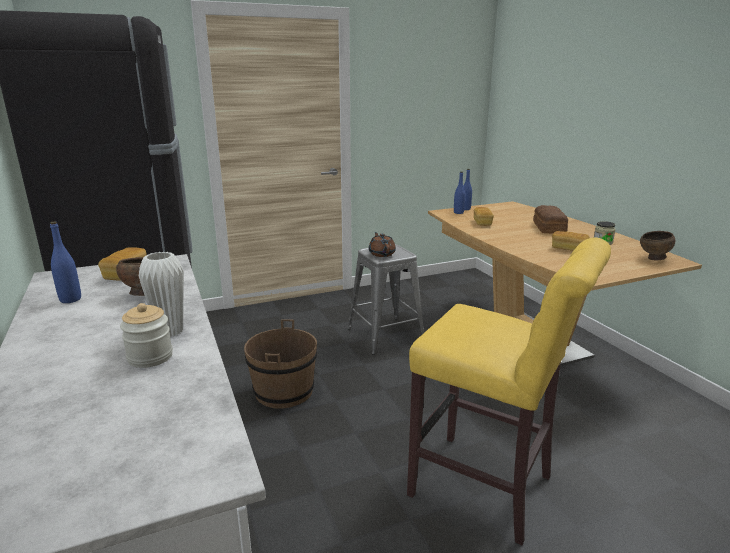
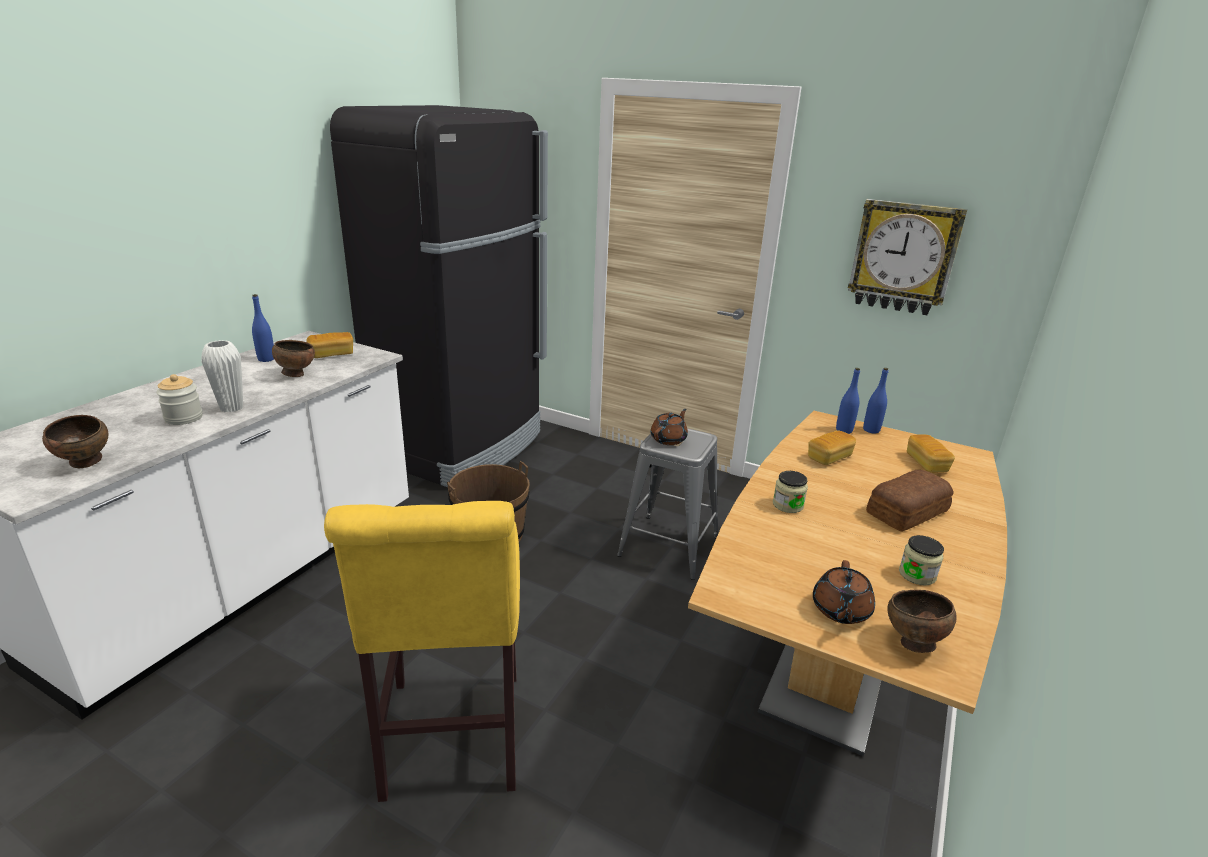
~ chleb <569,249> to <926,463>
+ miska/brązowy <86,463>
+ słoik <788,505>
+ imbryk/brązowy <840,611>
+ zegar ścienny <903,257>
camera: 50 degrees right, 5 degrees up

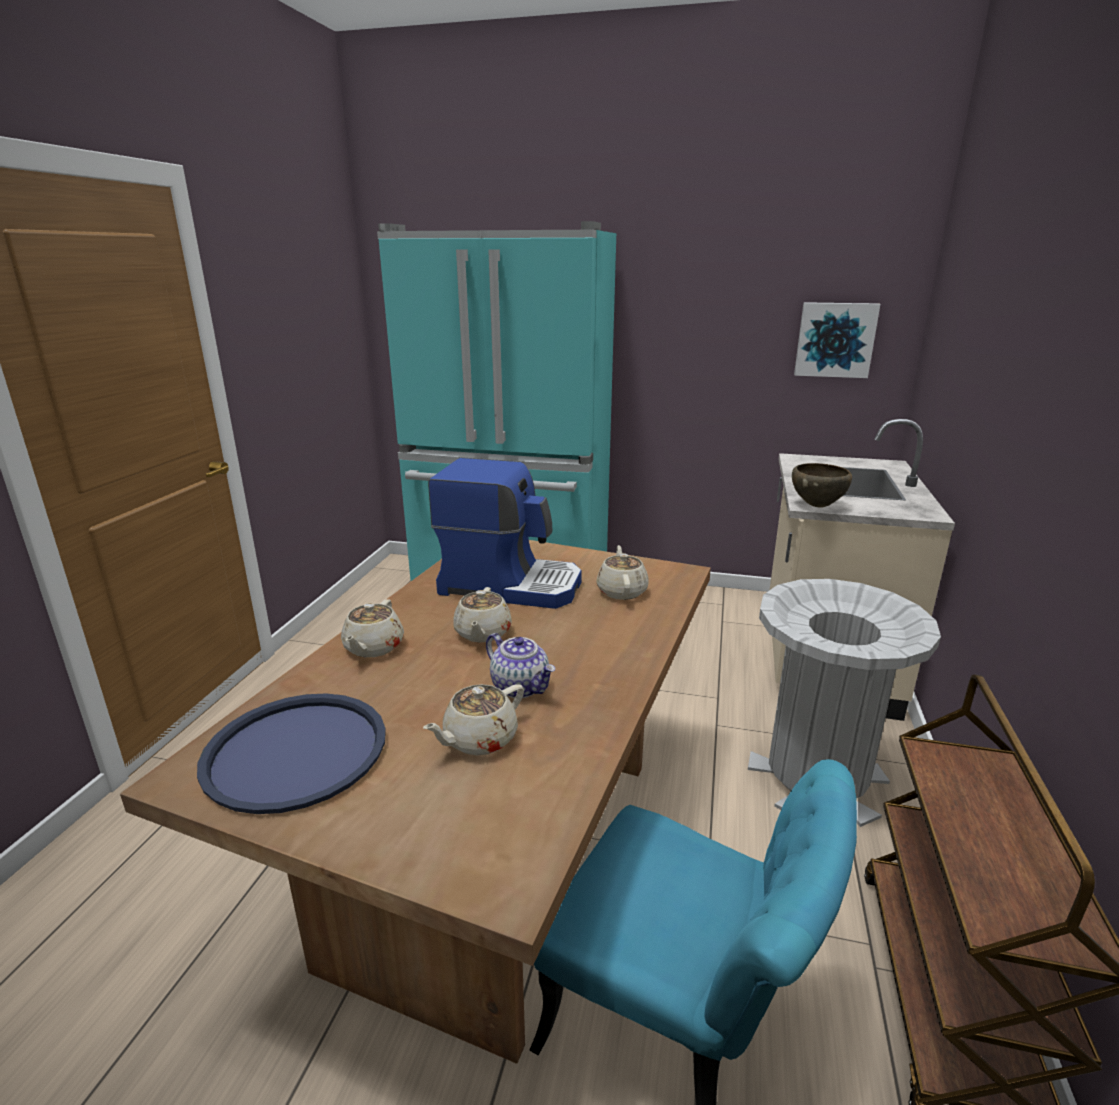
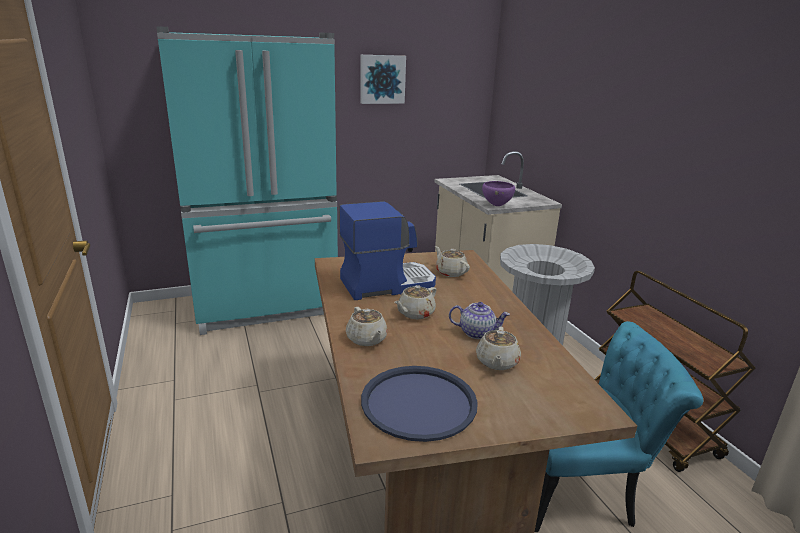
~ imbryk/beżowy <482,633> = <415,313> 75 degrees clockwise
~ miska/brązowy <817,506> to miska/fioletowy <497,205>
~ obraz <835,340> to <382,79>
camera: 35 degrees left, 0 degrees up

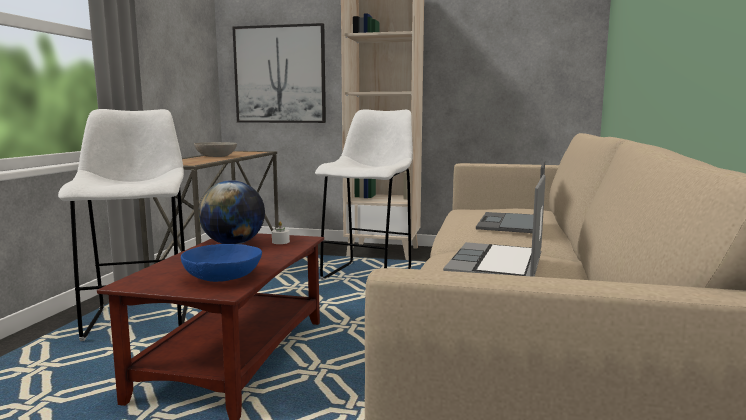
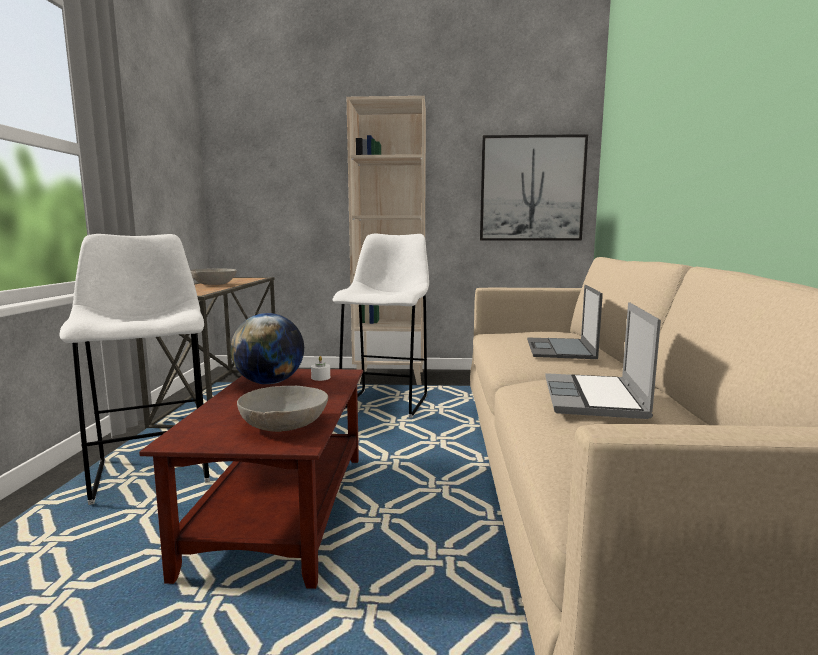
~ miska/niebieski <223,277> to miska/szary <285,425>
~ obraz <280,74> to <532,189>
camera: 10 degrees left, 0 degrees up

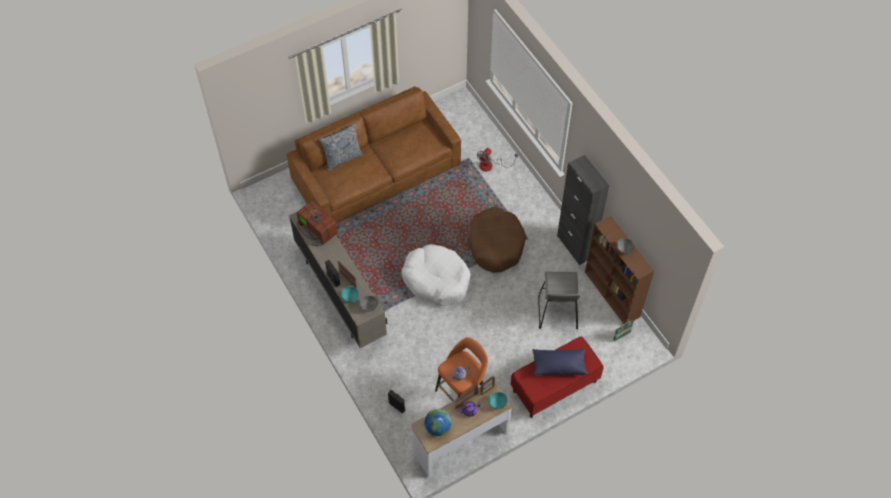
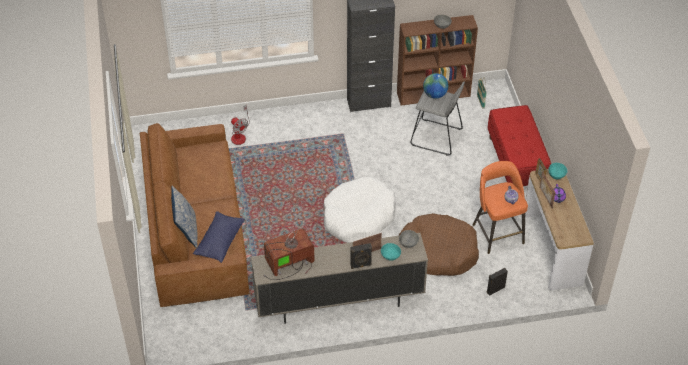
~ globus <437,427> to <435,95>
~ legowisko/brązowy <495,244> to <438,252>
~ poduszka/niebieski <559,365> to <219,241>
camera: 70 degrees left, 10 degrees down

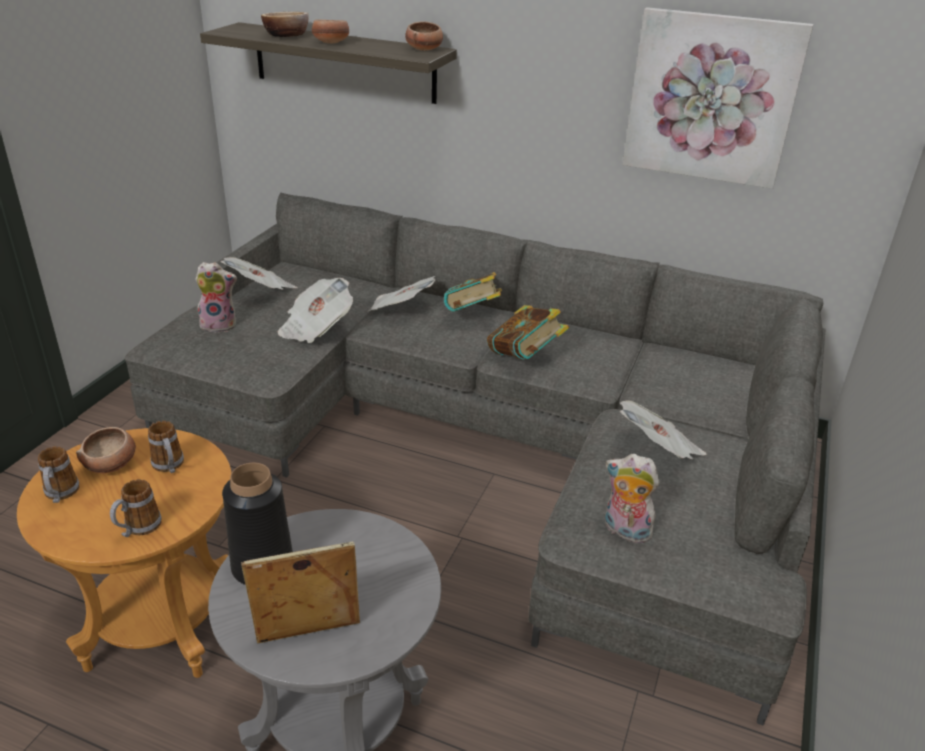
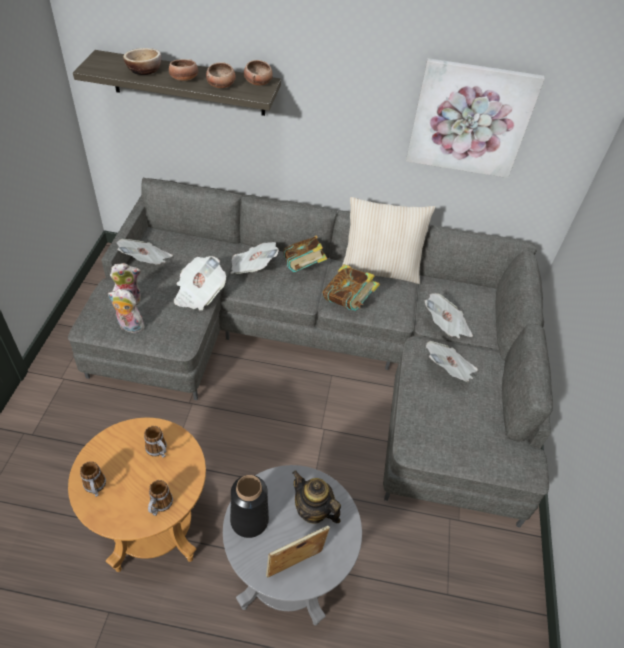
~ miska <112,464> to <221,85>
~ pluszak <624,531> to <129,327>
+ imbryk <313,510>
+ poduszka/beżowy <379,269>
+ gazeta <446,326>
camera: 15 degrees left, 15 degrees up

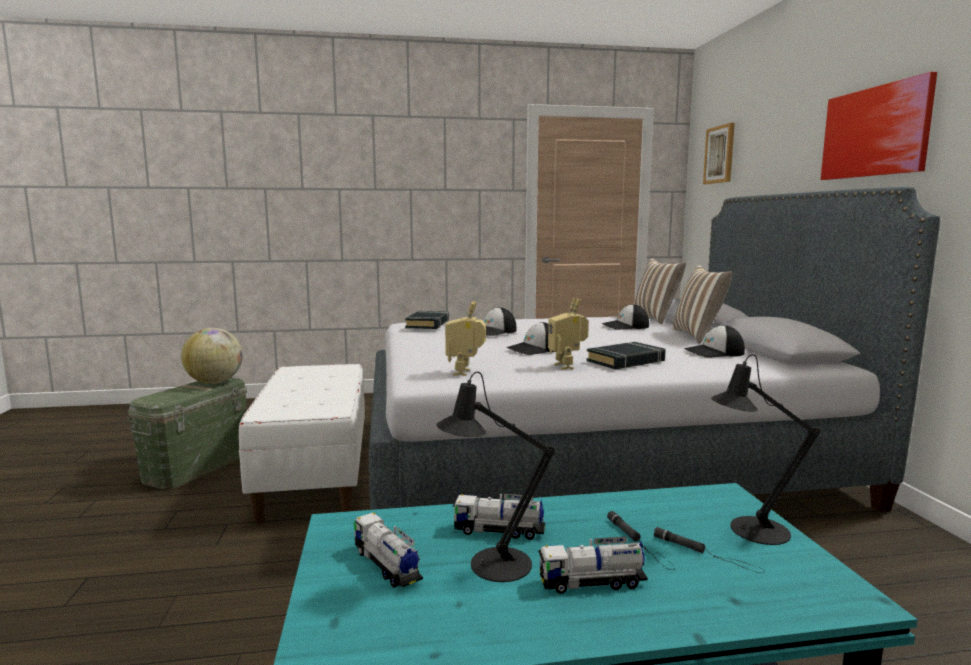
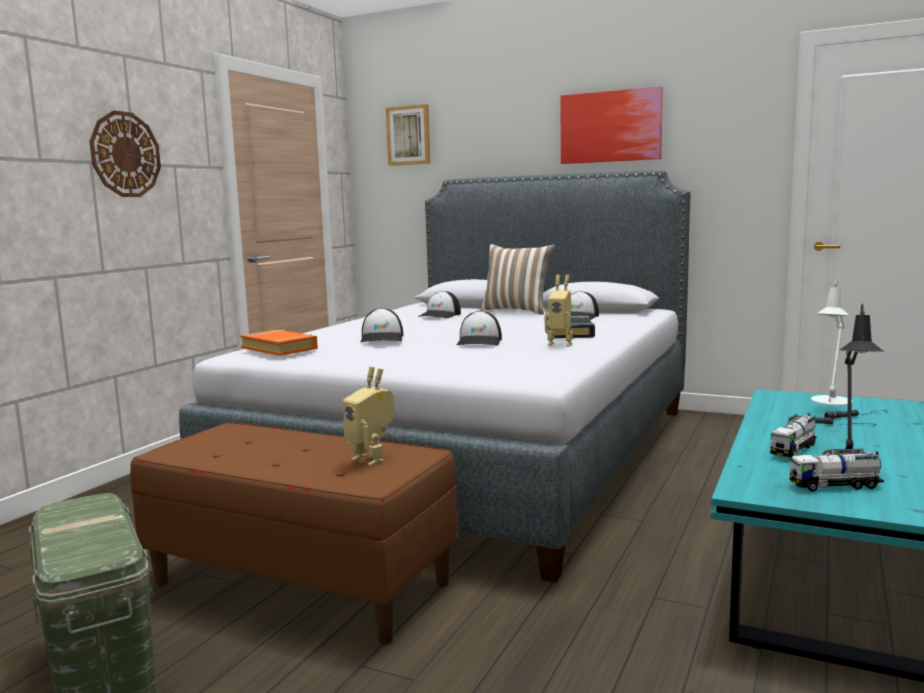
- globus <214,382>
~ ławka/biały <316,475> to ławka/brązowy <301,583>
~ książka/czarny <428,324> to książka/pomarańczowy <279,348>
~ robot zabawkowy <466,372> to <372,459>
- ciężarówka zabawkowa <592,583>
- poduszka <656,318>
~ lampa stołowa/czarny <751,530> to lampa stołowa/biały <830,401>
+ zegar ścienny <125,154>
camera: 55 degrees left, 0 degrees up

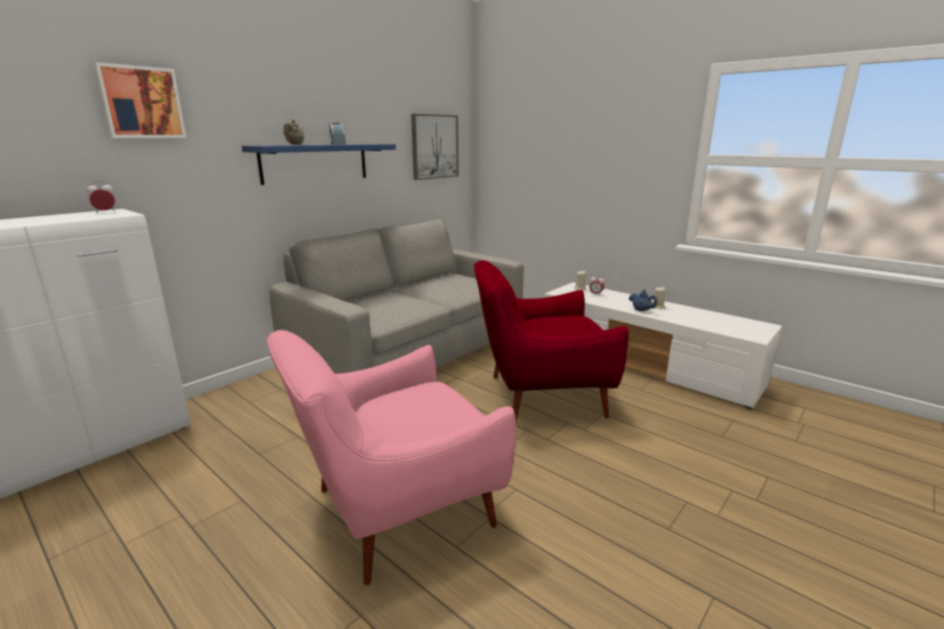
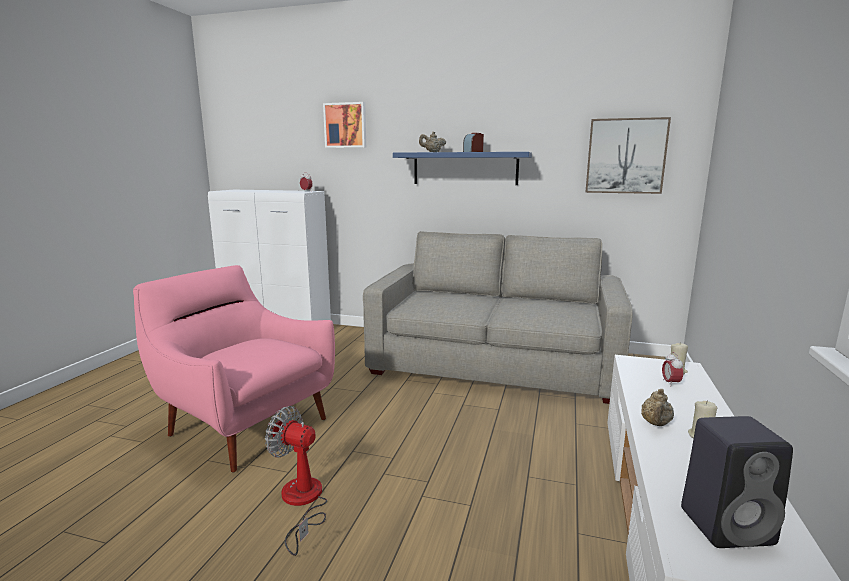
- fotel/czerwony <539,396>
~ imbryk/niebieski <642,310> to imbryk/beżowy <655,424>
+ wentylator <302,502>
+ głośnik/czarny <728,525>
camera: 65 degrees right, 5 degrees down

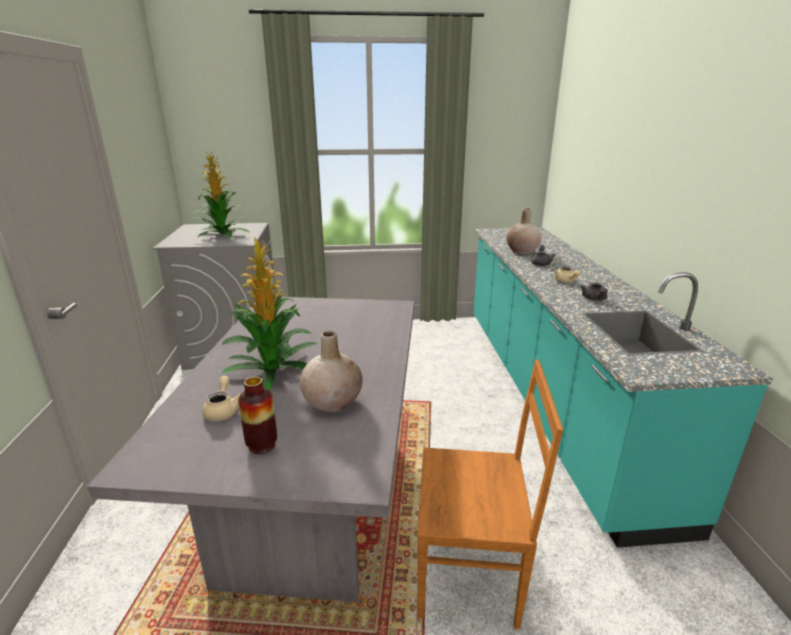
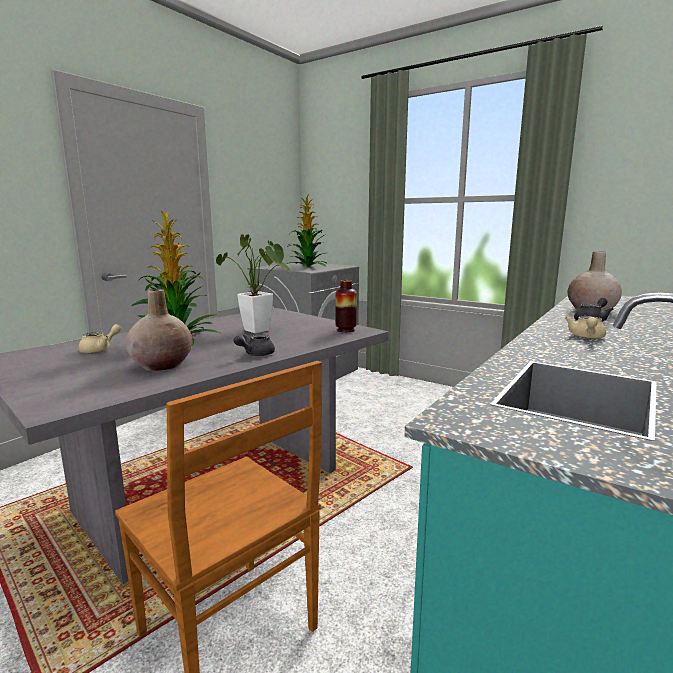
~ wazon <262,445> to <345,330>
~ imbryk/szary <594,299> to <255,354>
+ roślina doniczkowa <260,331>
camera: 40 degrees right, 10 degrees down

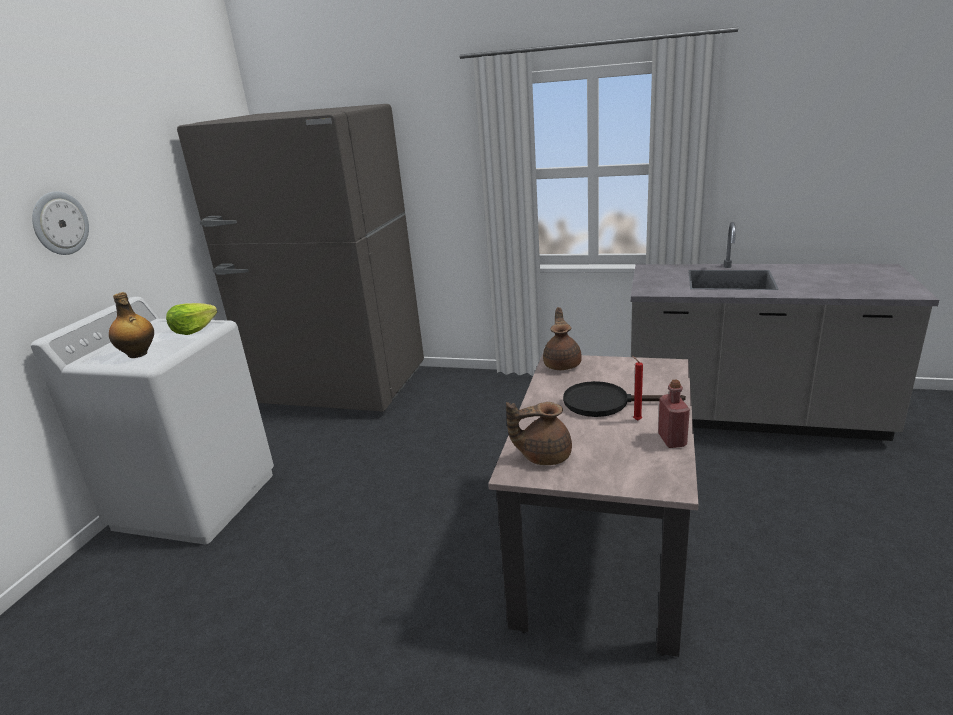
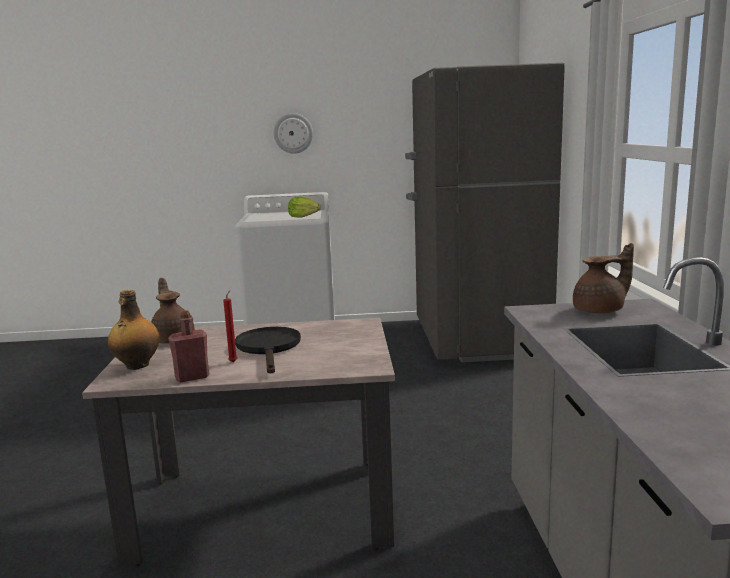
~ butelka <138,354> to <137,366>
~ imbryk/brązowy <562,364> to <600,311>
camera: 70 degrees right, 10 degrees down

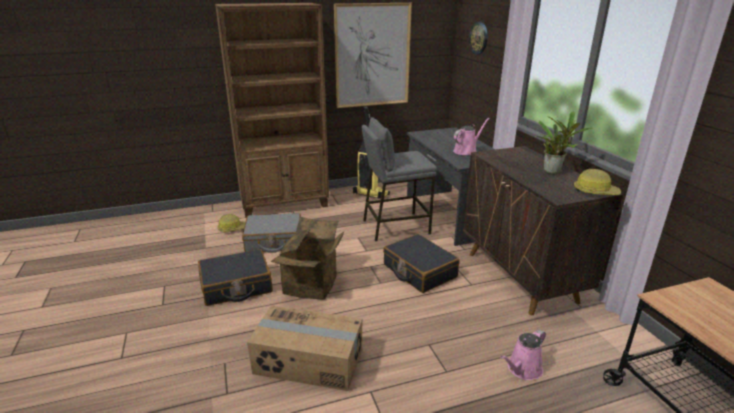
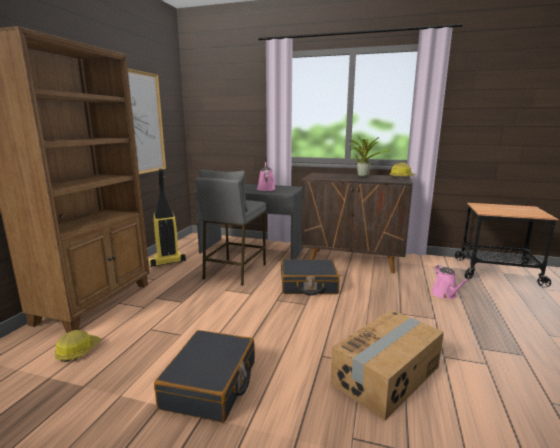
- walizka/szary <274,241>
- karton <312,285>
- zegar ścienny <479,38>
camera: 55 degrees left, 10 degrees down

